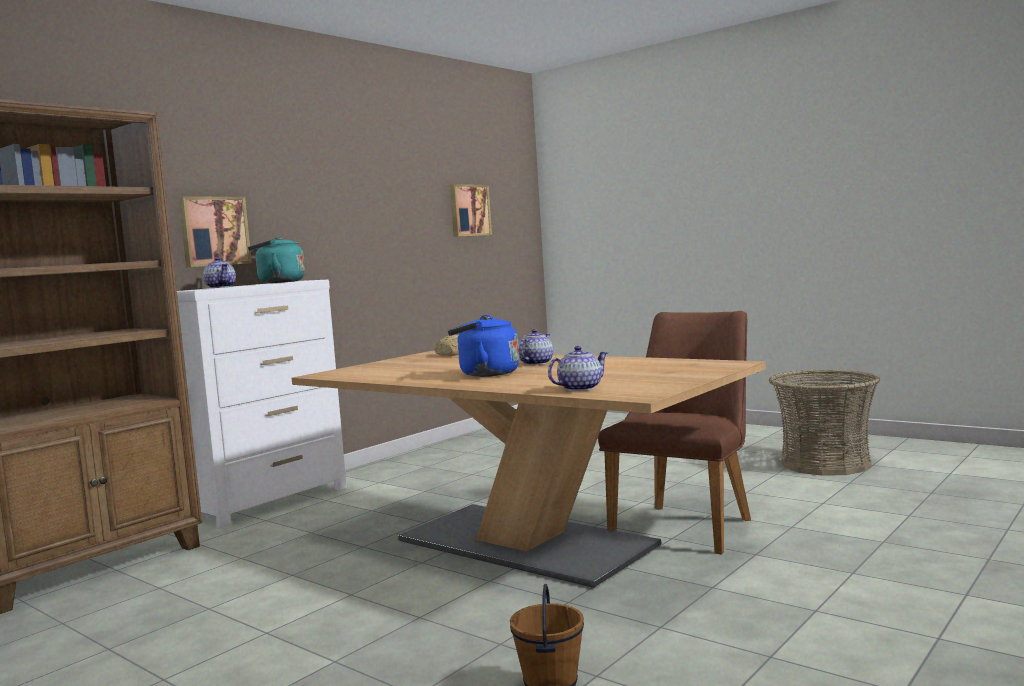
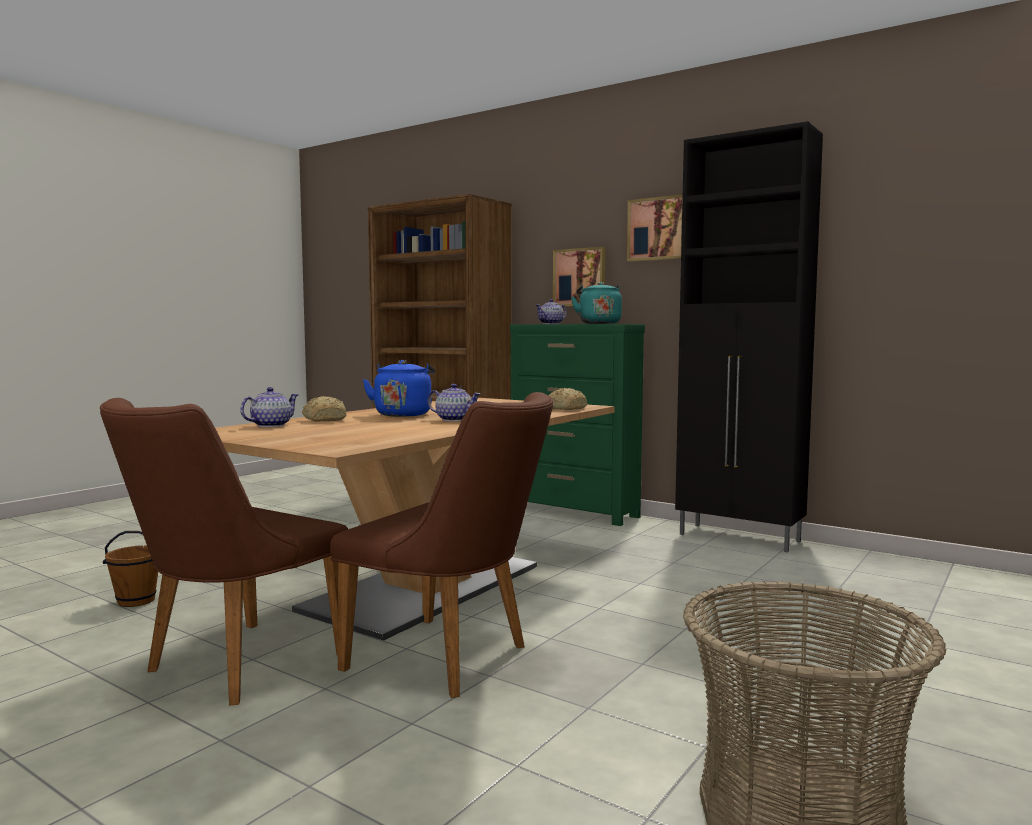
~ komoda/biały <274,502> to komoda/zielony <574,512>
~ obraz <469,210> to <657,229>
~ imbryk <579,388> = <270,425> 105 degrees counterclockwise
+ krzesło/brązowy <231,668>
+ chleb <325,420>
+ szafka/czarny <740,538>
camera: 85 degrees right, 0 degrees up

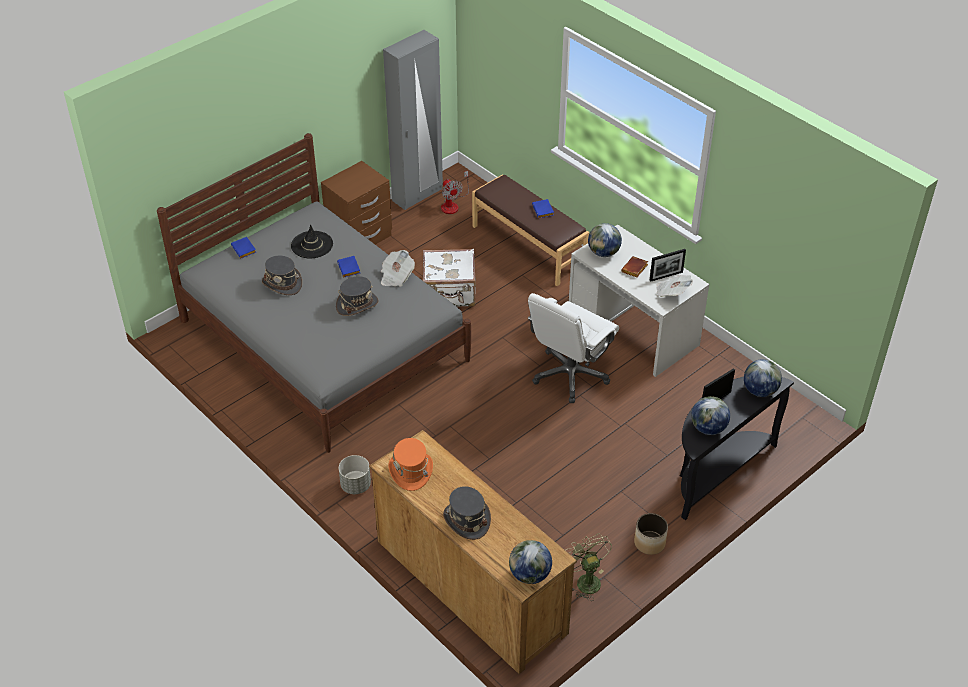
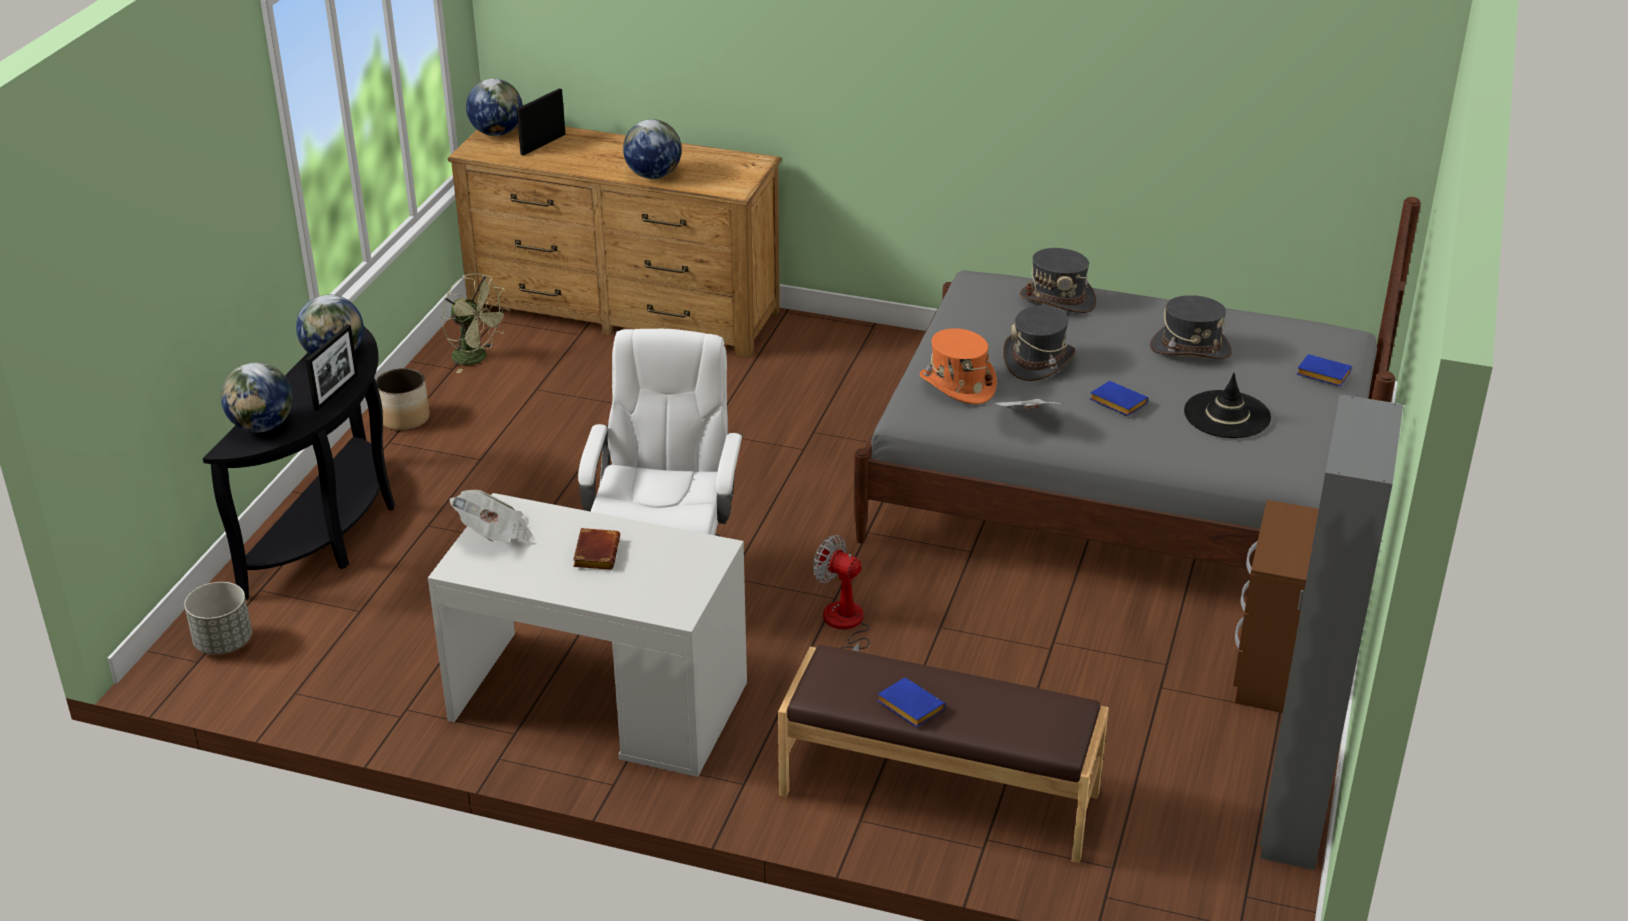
~ donica/szary <355,485> to <224,642>
~ kapelusz/pomarańczowy <411,471> to <957,384>
- walizka/biały <450,293>
~ wentylator <452,204> to <844,626>
~ kapelusz/szary <466,520> to <1057,300>
~ globus <603,253> to <653,175>
~ ramka na zdjęcie <666,276> to <543,144>
camera: 150 degrees right, 10 degrees down

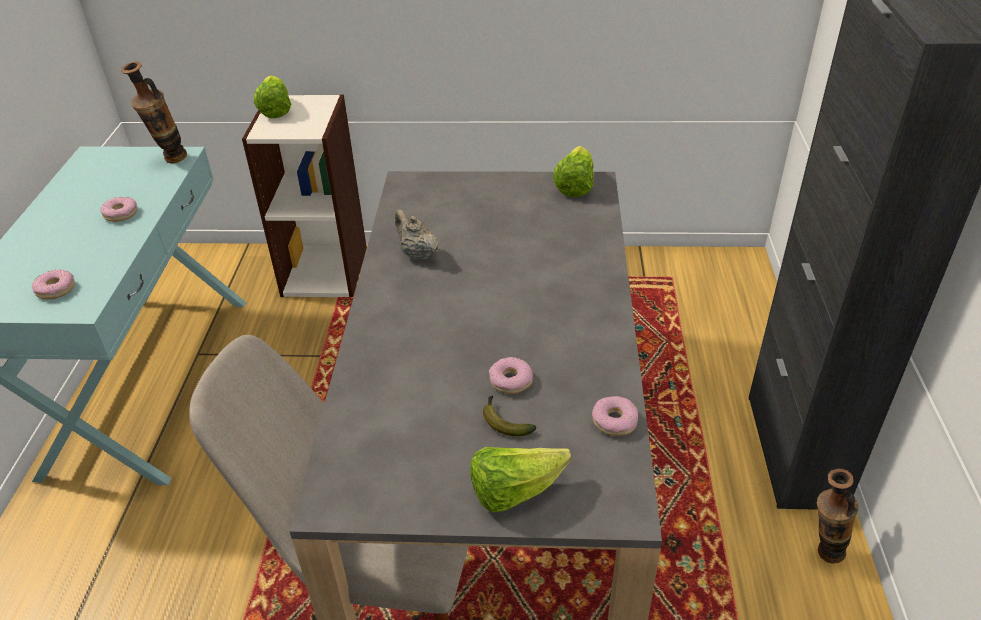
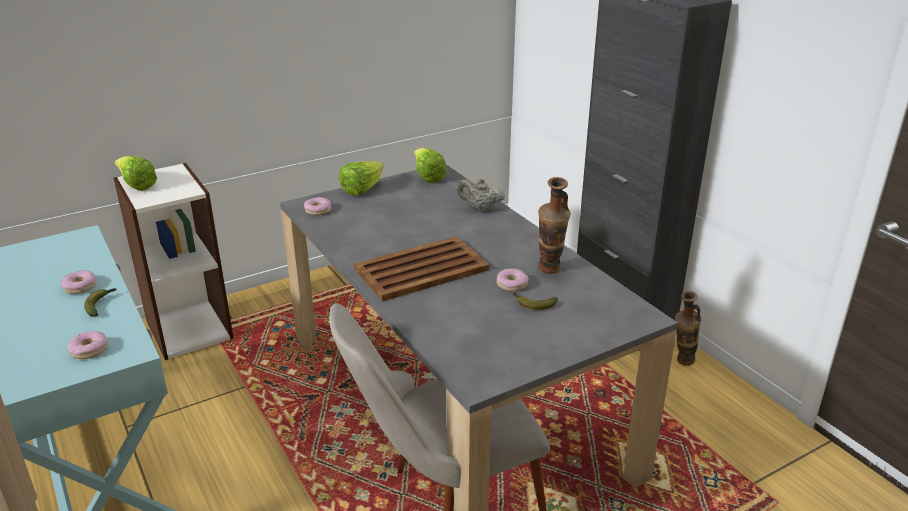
~ wazon <170,161> to <549,272>
~ imbryk/beżowy <417,254> to <480,209>
~ sałata <514,491> to <362,189>
~ donut <615,421> to <318,210>
+ banan <101,305>
+ taca/brązowy <423,269>
camera: 35 degrees left, 10 degrees down

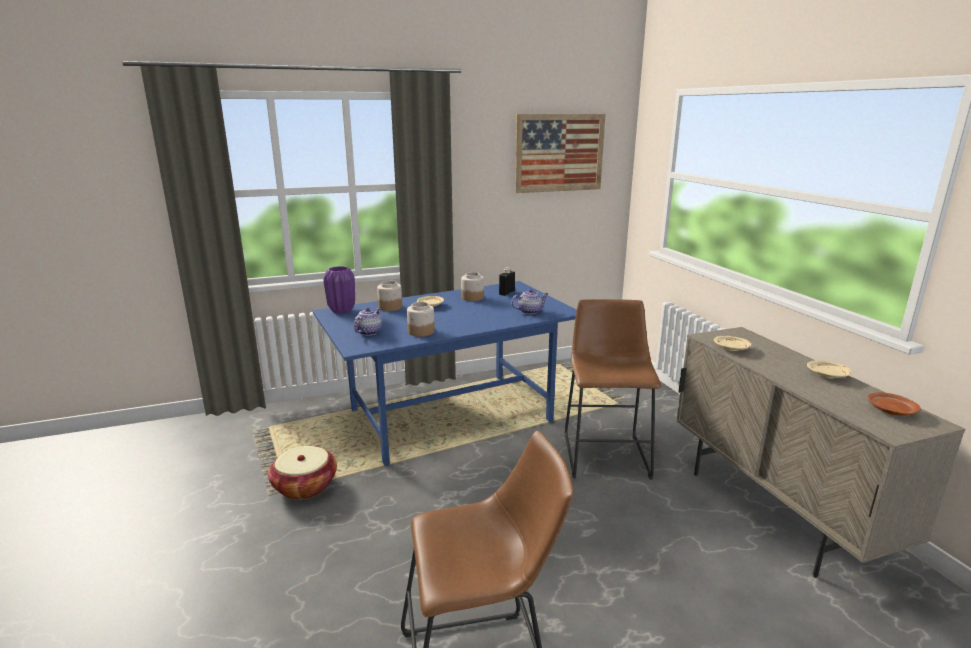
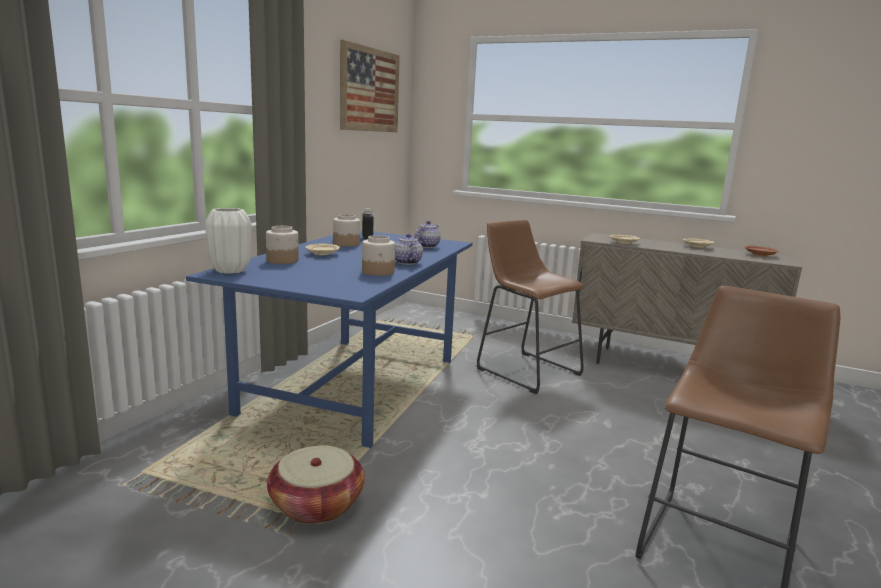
~ wazon/fioletowy <341,310> to wazon/biały <230,270>
~ imbryk <369,332> to <406,262>
camera: 45 degrees left, 5 degrees down

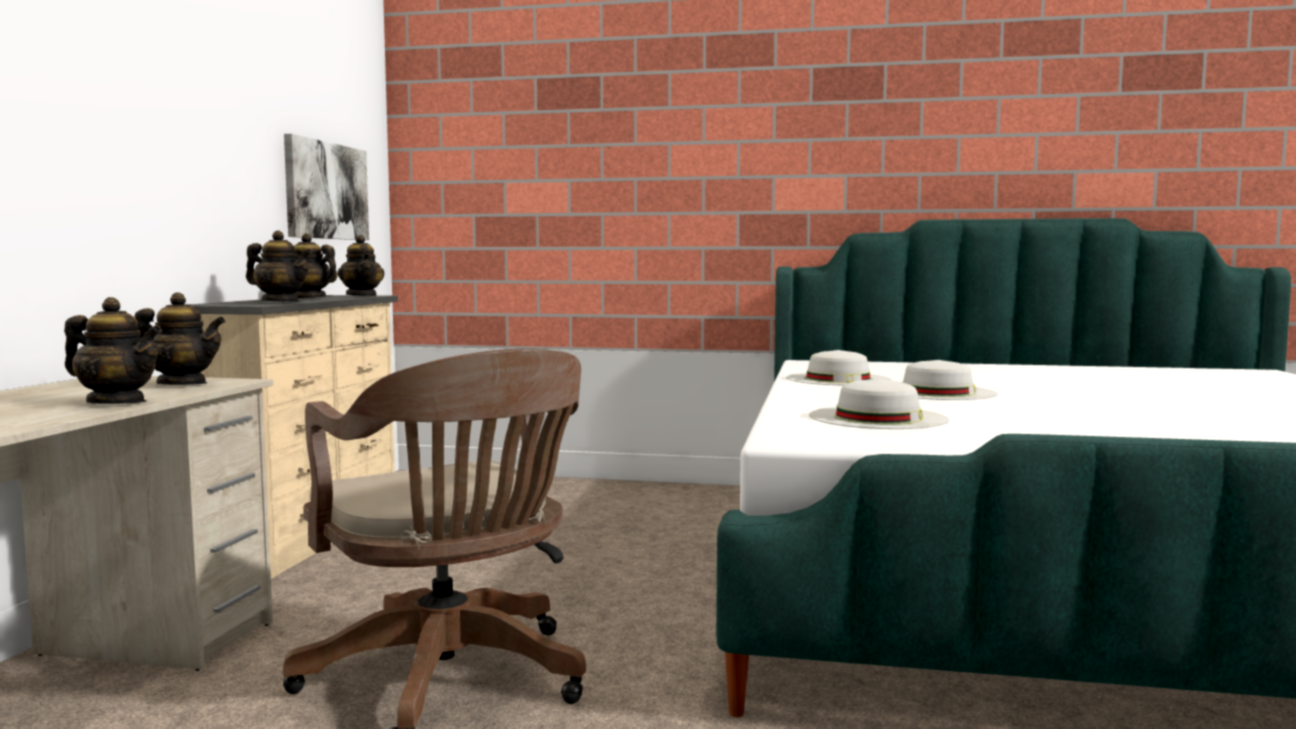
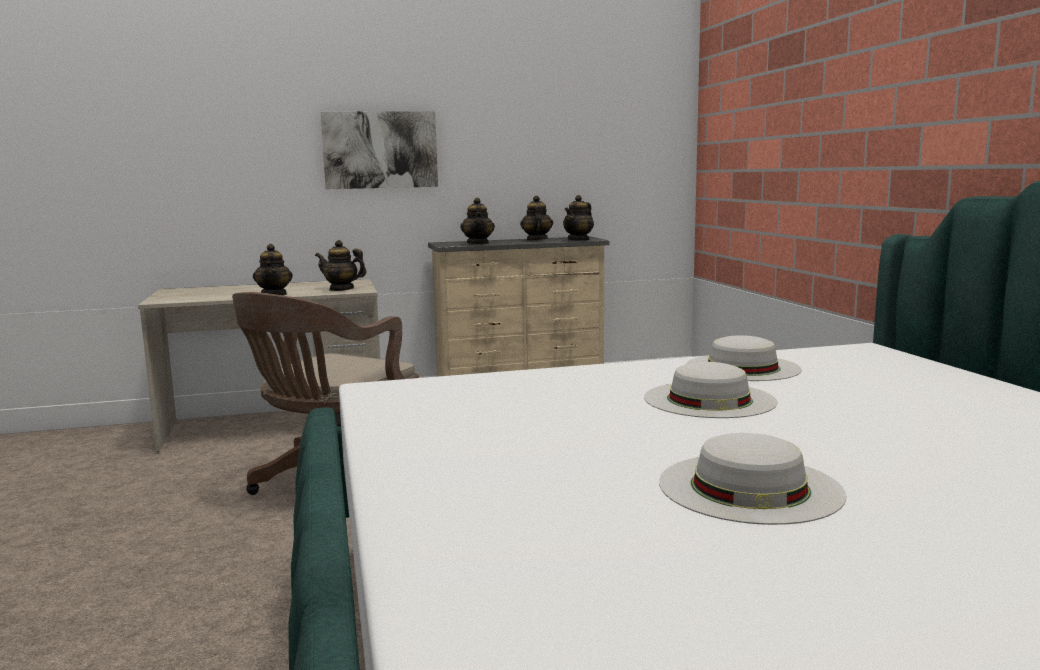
~ imbryk <182,384> = <341,289> 120 degrees clockwise
~ obraz <326,191> to <380,150>
~ kapelusz/biały <878,417> to <749,487>
camera: 65 degrees right, 5 degrees up

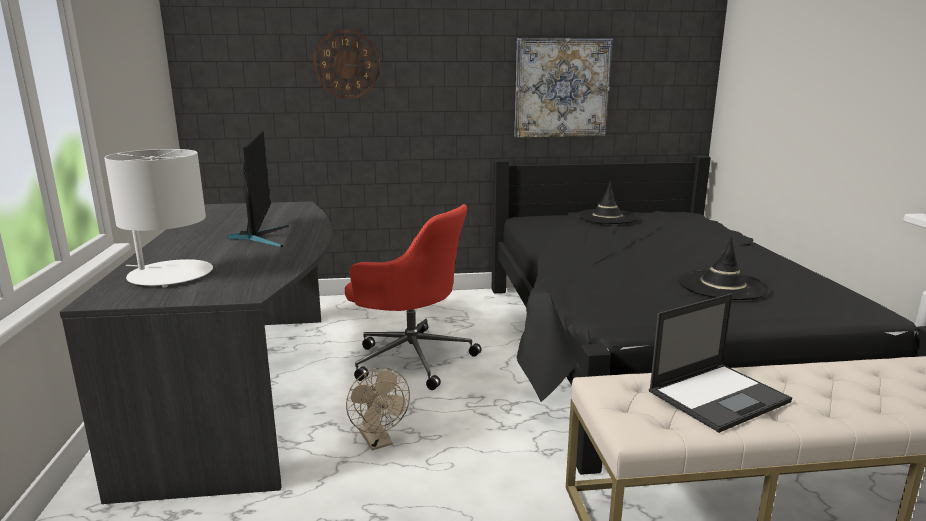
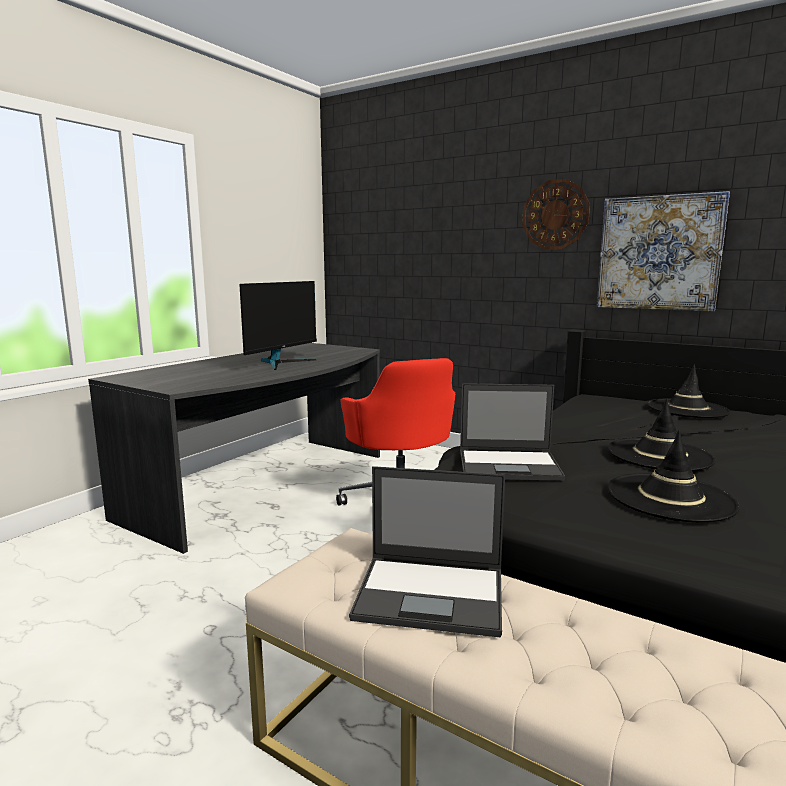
- lampa stołowa/biały <170,275>
~ zegar ścienny <346,64> to <555,215>
- wentylator/beżowy <378,441>
+ laptop <510,465>
+ kapelusz/czarny <659,455>
camera: 40 degrees right, 5 degrees down

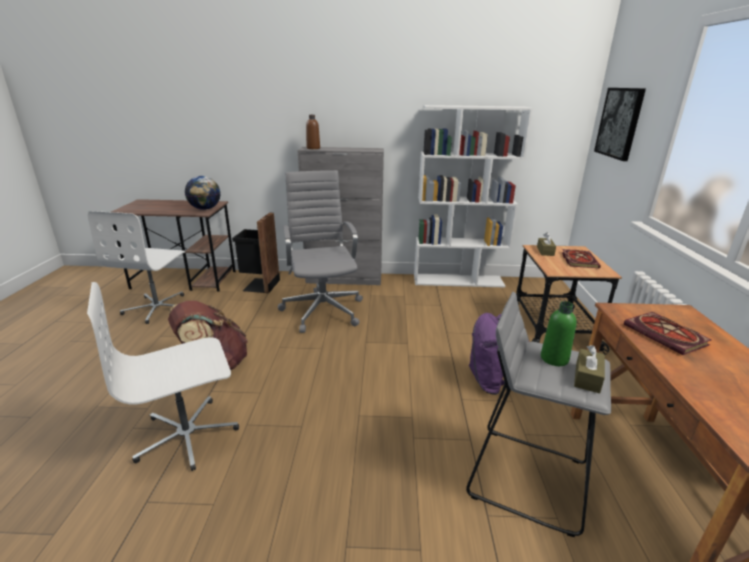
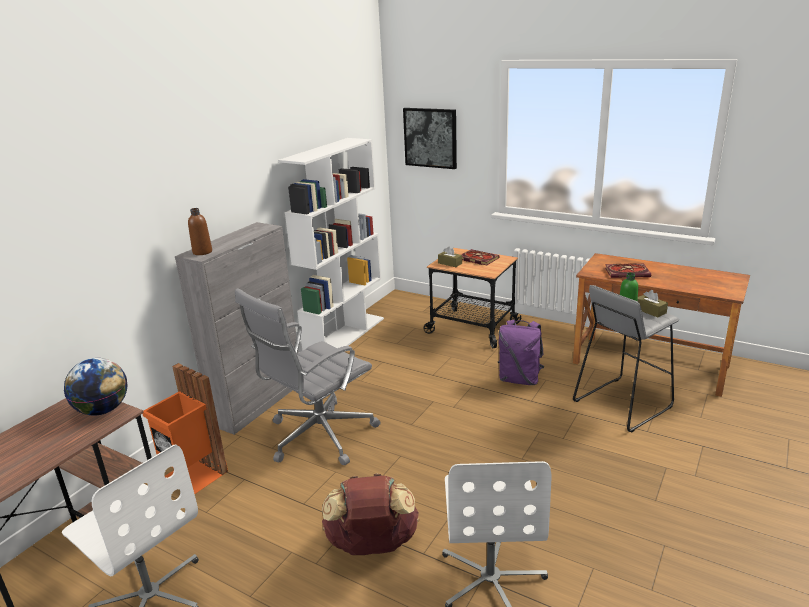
~ kosz na śmieci/czarny <259,285> to kosz na śmieci/pomarańczowy <194,475>
~ krzesło biurowe/szary <323,309> = <318,436> 60 degrees counterclockwise
camera: 60 degrees left, 0 degrees up

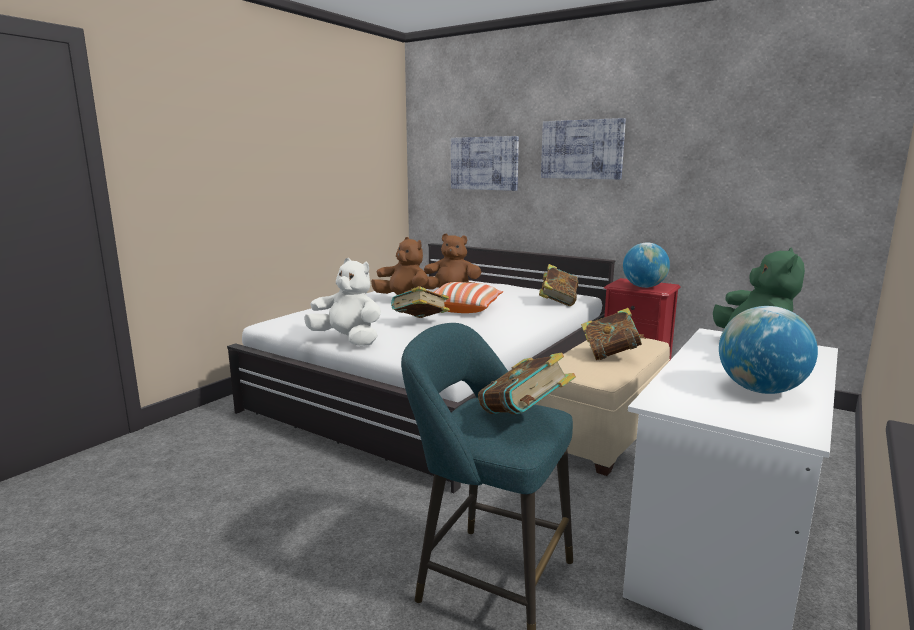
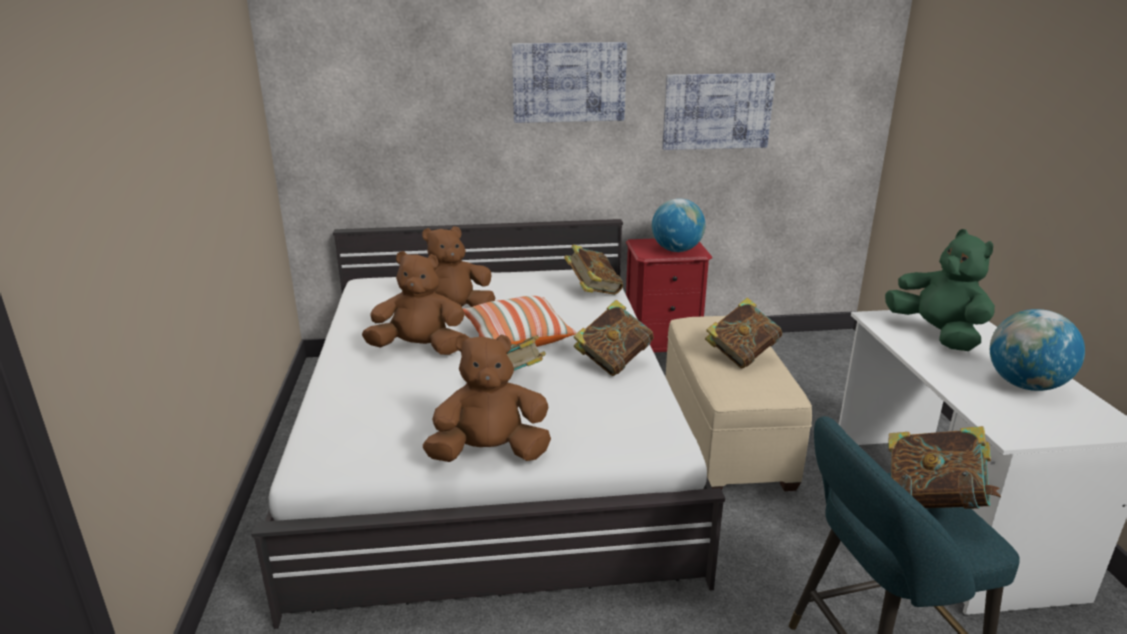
~ pluszak/biały <348,340> to pluszak/brązowy <490,453>
~ obraz <484,163> to <717,111>
+ książka <613,362>
camera: 40 degrees left, 10 degrees up

